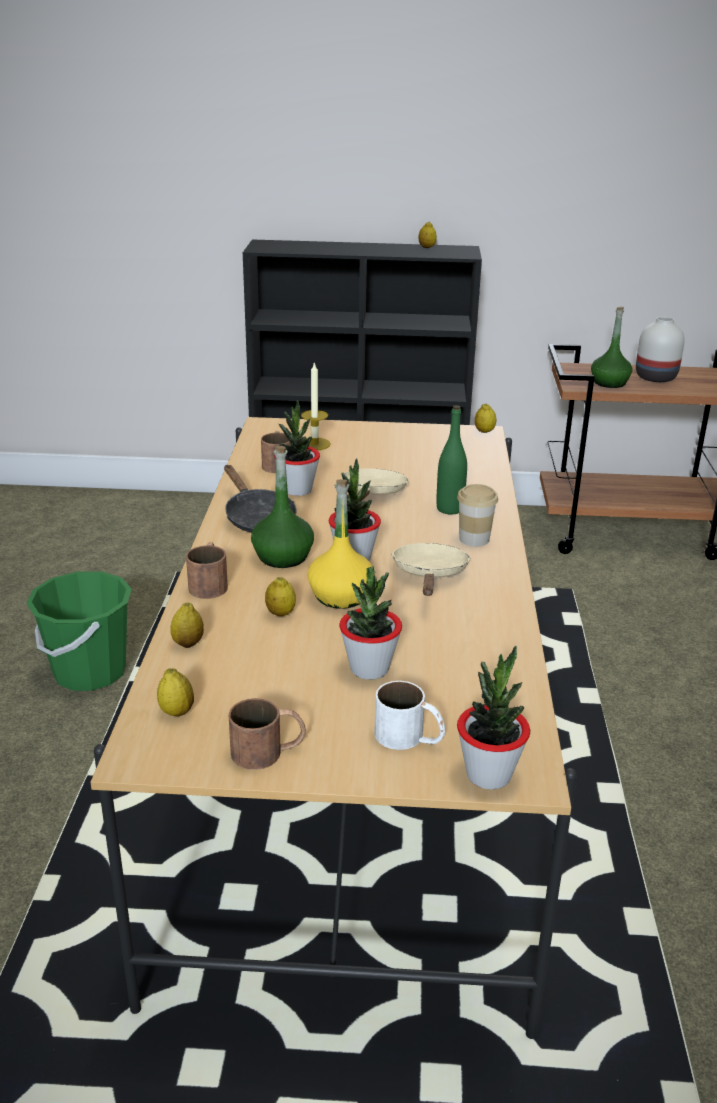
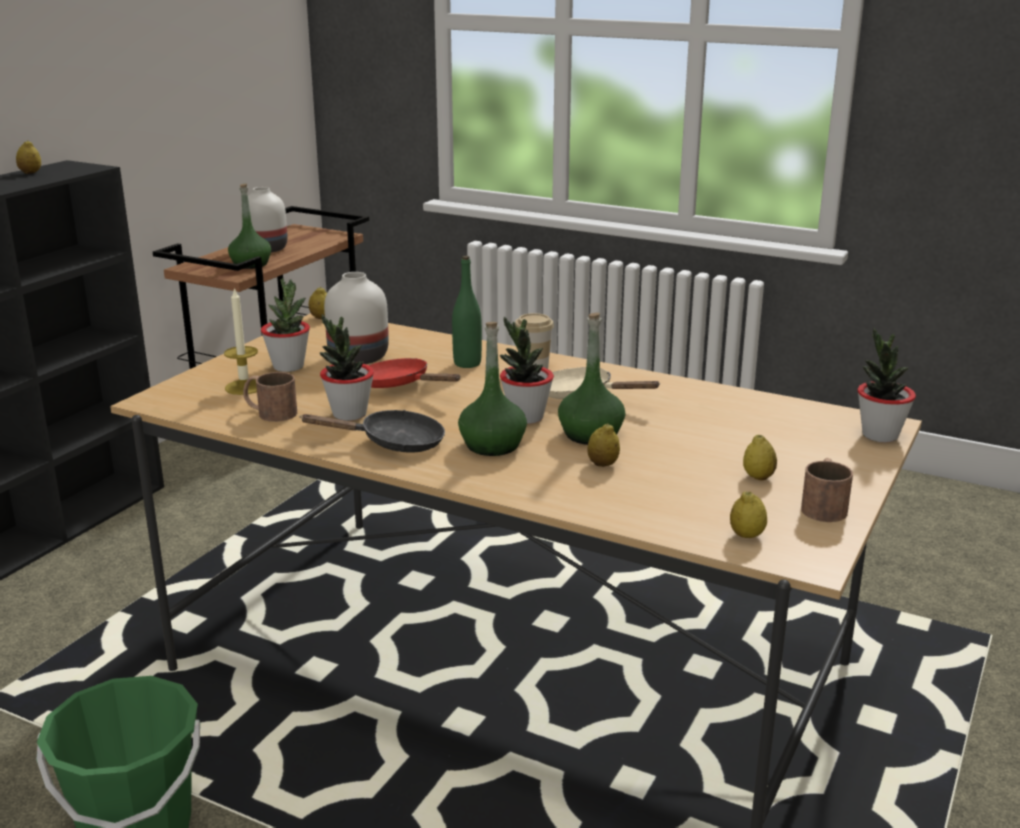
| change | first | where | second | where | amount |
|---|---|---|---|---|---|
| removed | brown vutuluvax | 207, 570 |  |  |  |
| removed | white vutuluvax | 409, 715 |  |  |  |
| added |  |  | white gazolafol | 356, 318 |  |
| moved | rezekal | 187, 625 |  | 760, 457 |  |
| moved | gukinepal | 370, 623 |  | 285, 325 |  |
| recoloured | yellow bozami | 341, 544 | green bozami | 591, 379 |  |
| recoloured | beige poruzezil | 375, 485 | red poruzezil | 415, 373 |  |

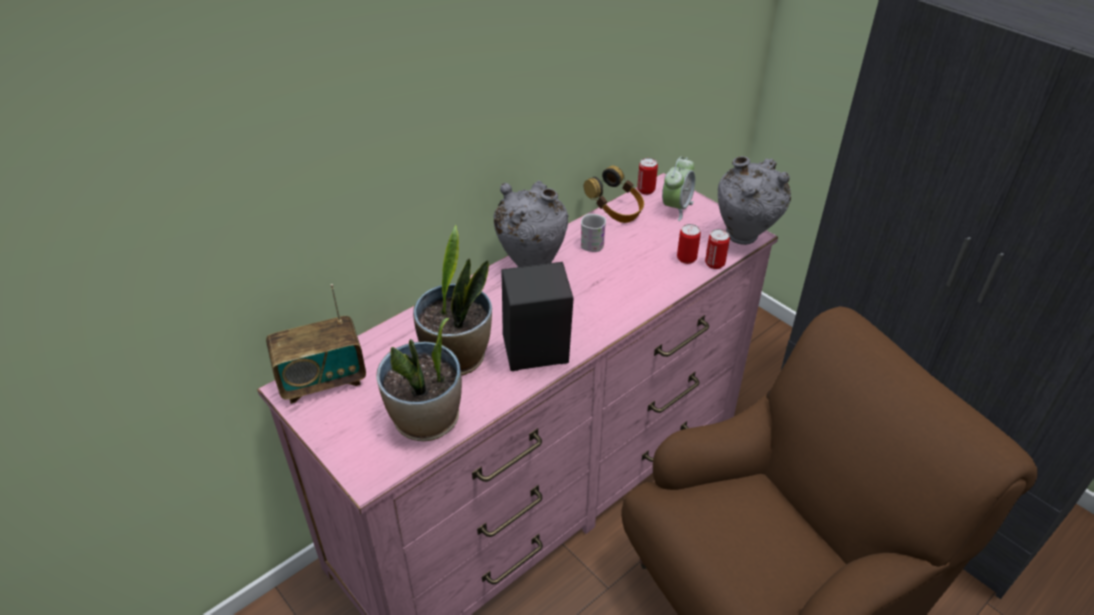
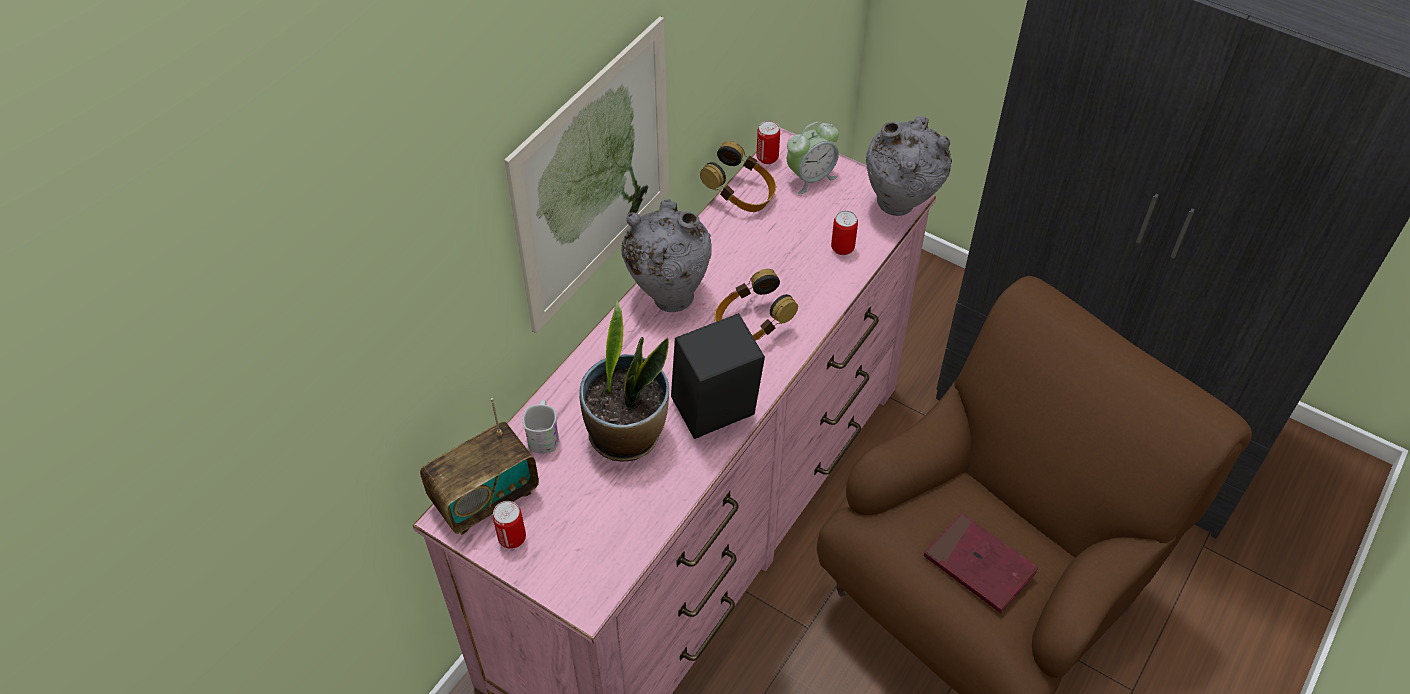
| change | first | where | second | where | amount |
|---|---|---|---|---|---|
| removed | gukinepal | 419, 379 |  |  |  |
| added |  |  | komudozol | 586, 174 |  |
| added |  |  | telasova | 756, 305 |  |
| added |  |  | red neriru | 981, 563 |  |
| moved | white vutuluvax | 593, 233 |  | 541, 426 |  |
| moved | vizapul | 717, 249 |  | 509, 525 |  |
| turned | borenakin | 678, 189 |  | 813, 158 | 45 degrees clockwise |

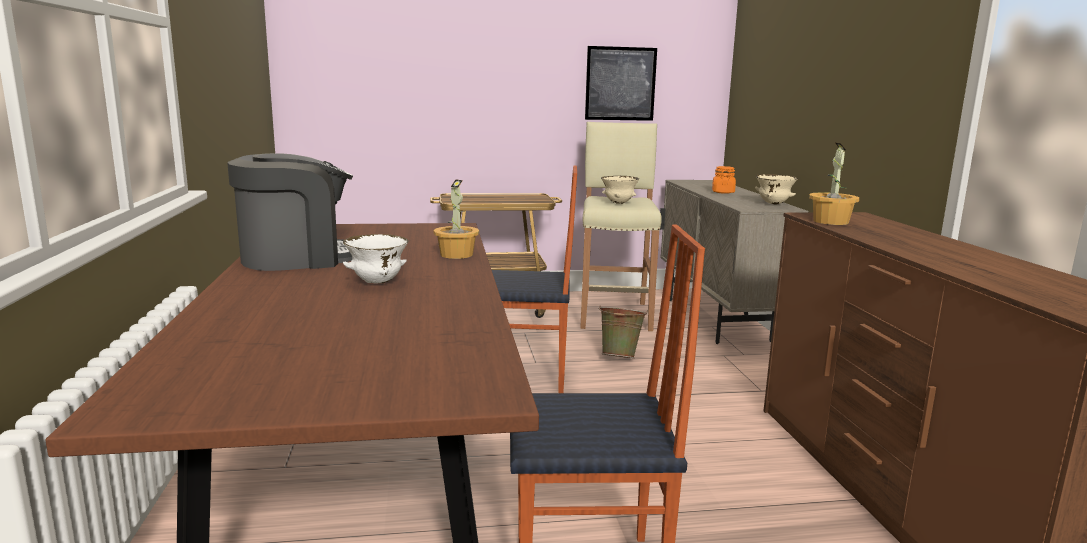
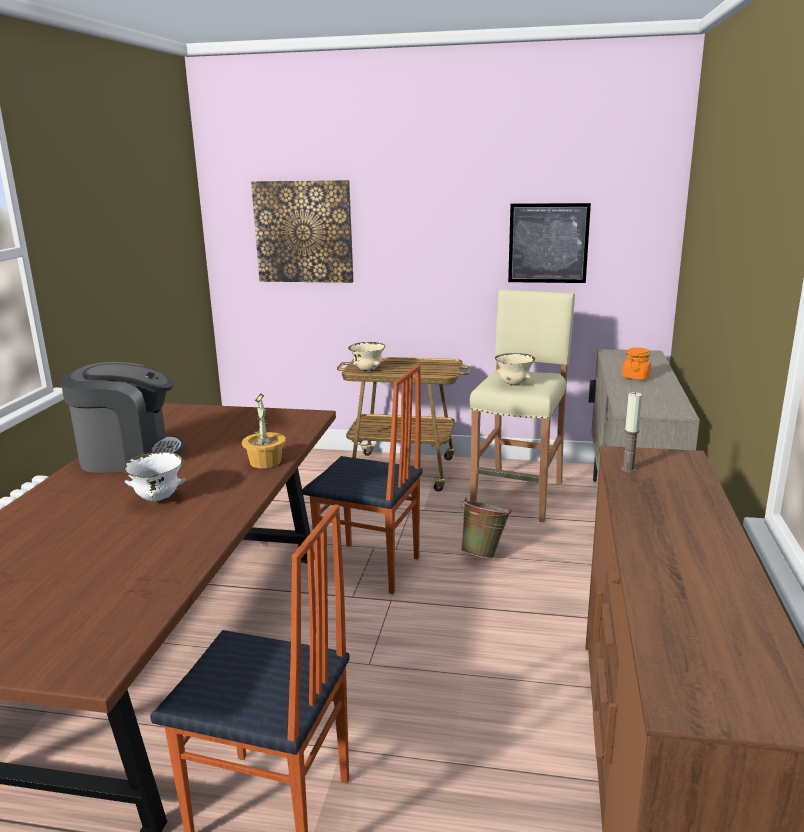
| change | first | where | second | where | amount |
|---|---|---|---|---|---|
| added |  |  | komudozol | 302, 231 |  |
| moved | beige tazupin | 776, 189 |  | 366, 356 |  |
| replaced | gukinepal | 834, 184 | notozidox | 631, 432 |  |

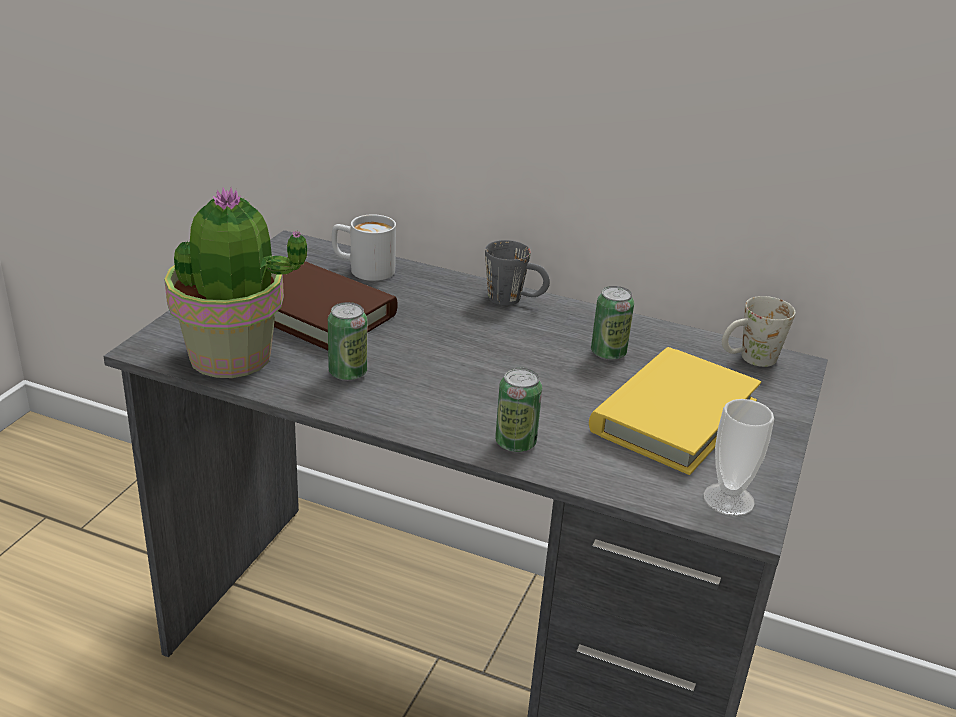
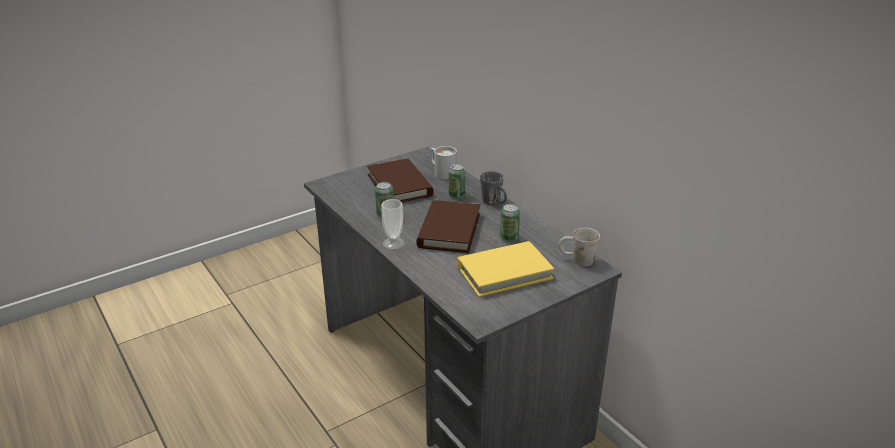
| change | first | where | second | where | amount |
|---|---|---|---|---|---|
| removed | gukinepal | 235, 282 |  |  |  |
| added |  |  | brown neriru | 448, 226 |  |
| moved | vizapul | 518, 410 |  | 457, 181 |  |
| moved | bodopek | 738, 457 |  | 393, 224 |  |

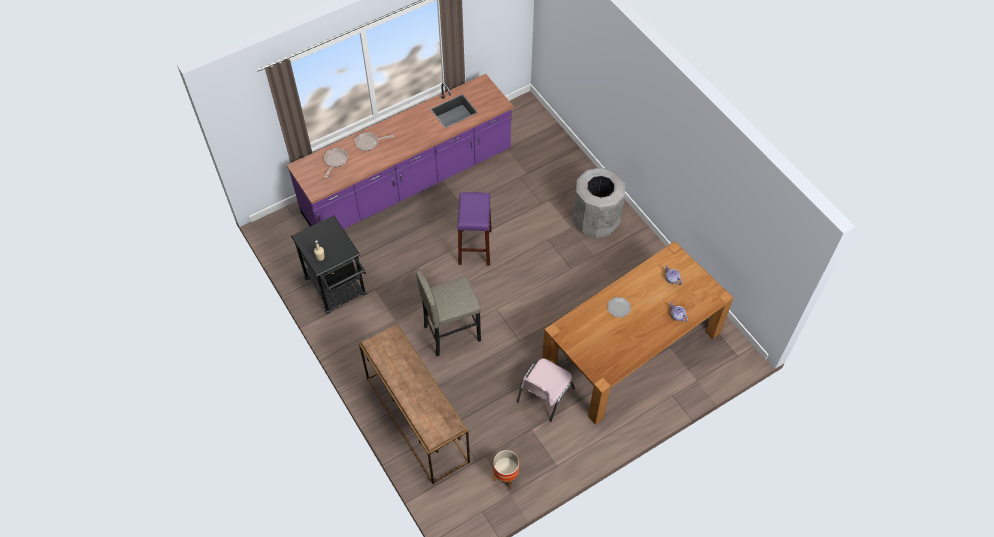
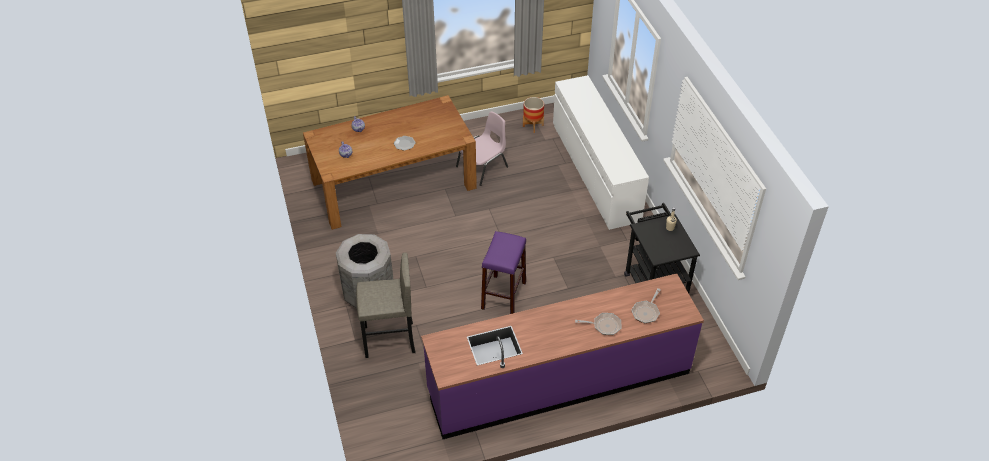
| change | first | where | second | where | amount |
|---|---|---|---|---|---|
| moved | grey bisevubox | 448, 313 |  | 386, 305 |  |
| replaced | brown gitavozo | 414, 404 | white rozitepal | 601, 152 |  |

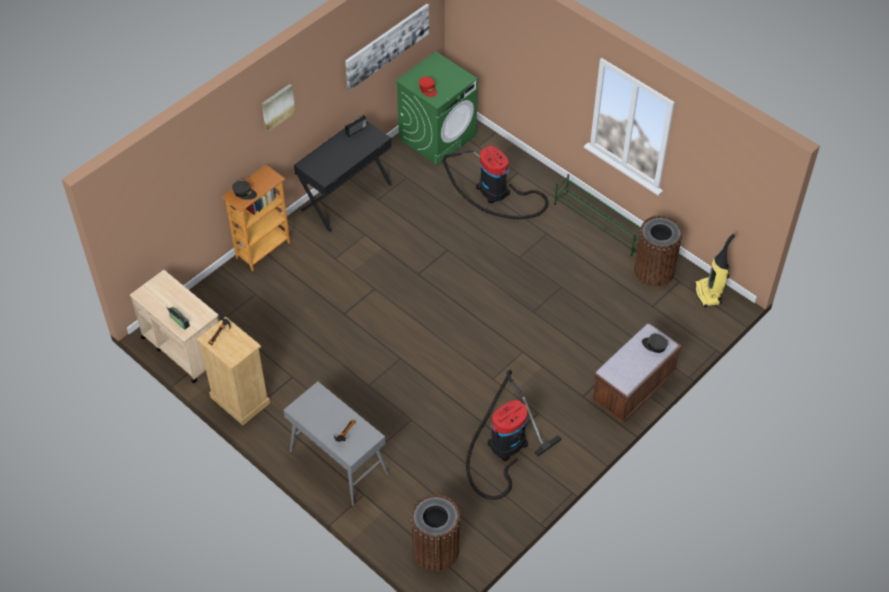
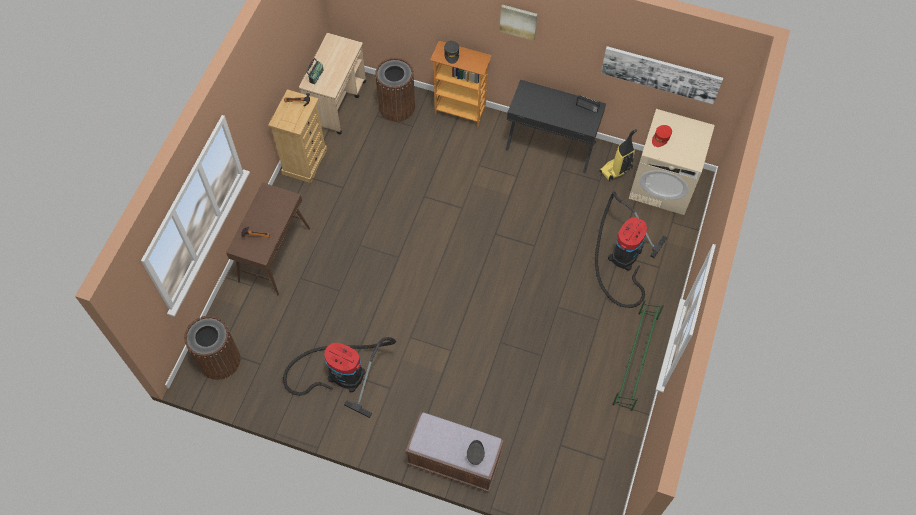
| change | first | where | second | where | amount |
|---|---|---|---|---|---|
| moved | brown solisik | 658, 251 |  | 395, 90 |  |
| moved | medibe | 715, 271 |  | 618, 155 |  |
| recoloured | grey gitavozo | 336, 443 | brown gitavozo | 268, 239 |  |
| recoloured | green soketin | 437, 108 | beige soketin | 672, 162 |  |

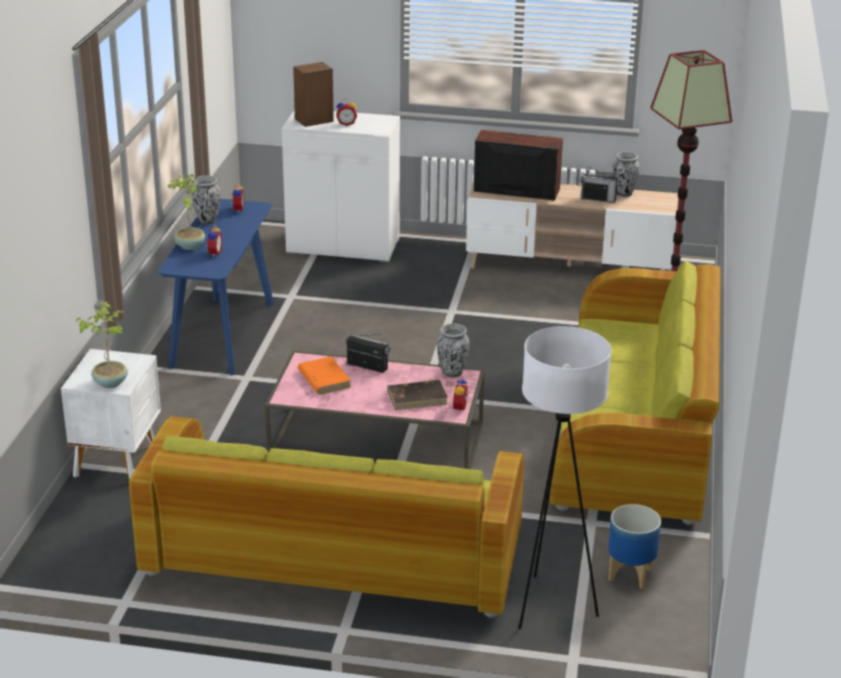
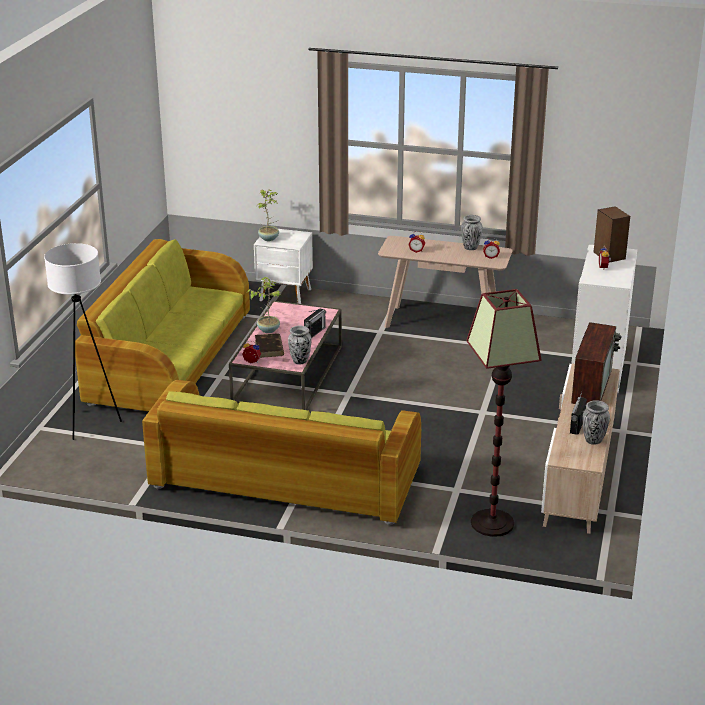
| change | first | where | second | where | amount |
|---|---|---|---|---|---|
| removed | orange neriru | 324, 376 |  |  |  |
| removed | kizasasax | 634, 546 |  |  |  |
| moved | gukinepal | 186, 212 |  | 264, 305 |  |
| recoloured | blue gitavozo | 216, 287 | beige gitavozo | 445, 282 |  |

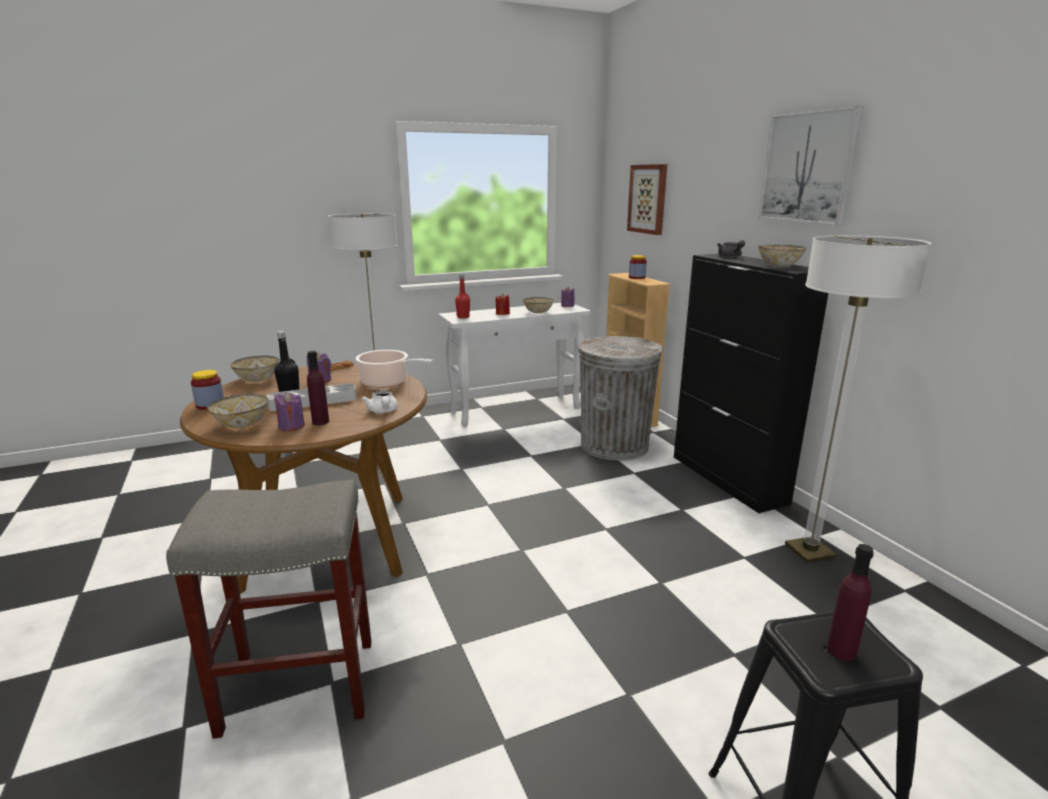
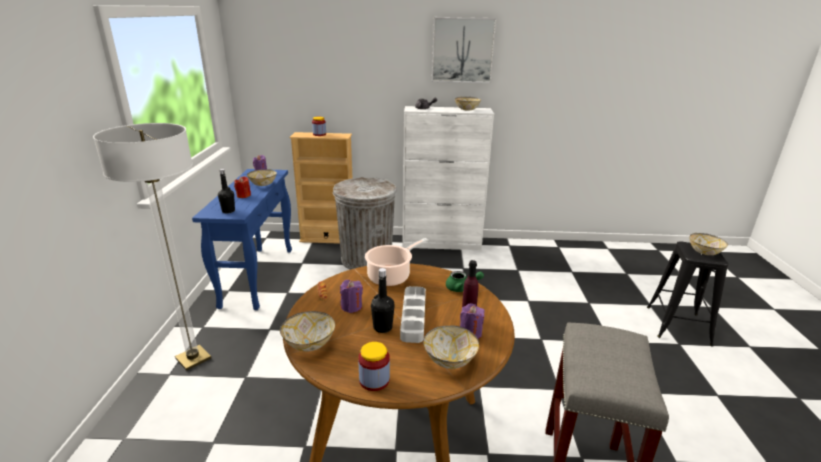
| change | first | where | second | where | amount |
|---|---|---|---|---|---|
| removed | komudozol | 647, 199 |  |  |  |
| removed | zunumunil | 858, 399 |  |  |  |
| replaced | purple bozami | 850, 602 | tazupin | 709, 244 |  |
| recoloured | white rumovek | 379, 401 | green rumovek | 465, 281 |  |
| recoloured | white gitavozo | 514, 364 | blue gitavozo | 242, 239 |  |
| recoloured | red bozami | 462, 296 | black bozami | 226, 191 |  |
| recoloured | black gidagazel | 751, 383 | white gidagazel | 448, 178 |  |

